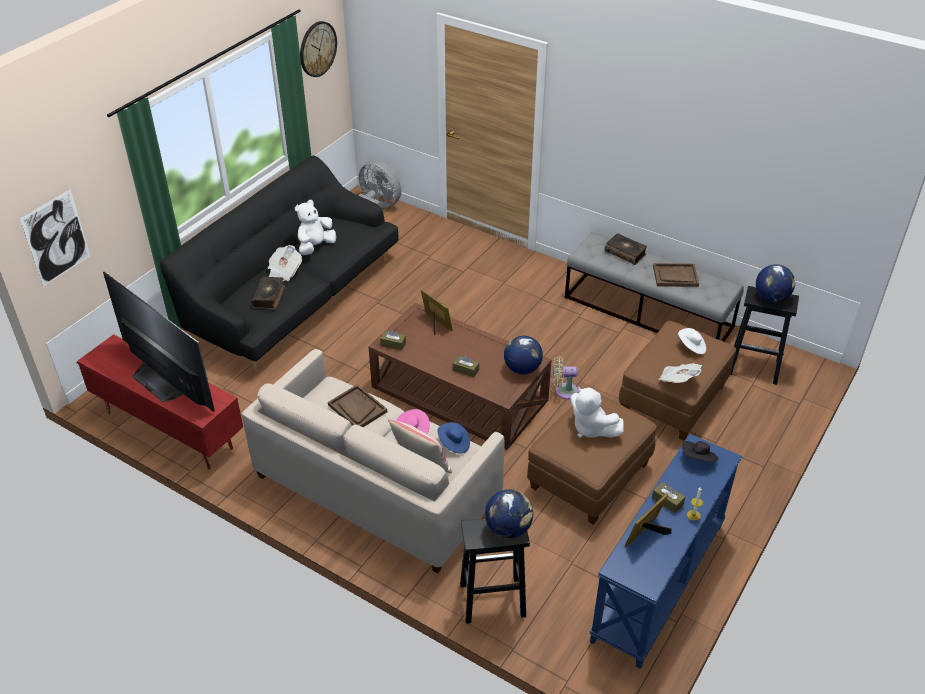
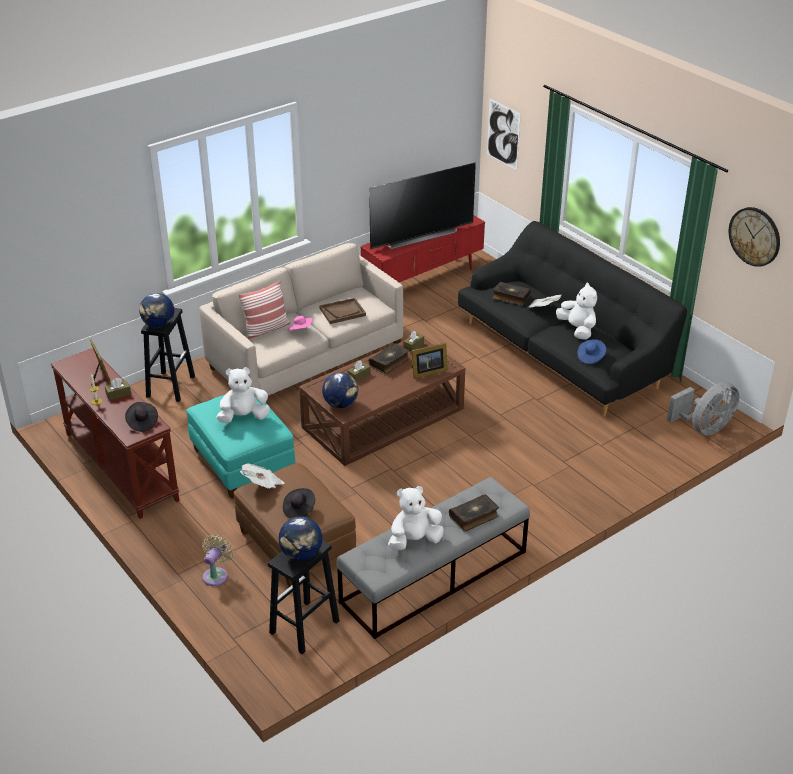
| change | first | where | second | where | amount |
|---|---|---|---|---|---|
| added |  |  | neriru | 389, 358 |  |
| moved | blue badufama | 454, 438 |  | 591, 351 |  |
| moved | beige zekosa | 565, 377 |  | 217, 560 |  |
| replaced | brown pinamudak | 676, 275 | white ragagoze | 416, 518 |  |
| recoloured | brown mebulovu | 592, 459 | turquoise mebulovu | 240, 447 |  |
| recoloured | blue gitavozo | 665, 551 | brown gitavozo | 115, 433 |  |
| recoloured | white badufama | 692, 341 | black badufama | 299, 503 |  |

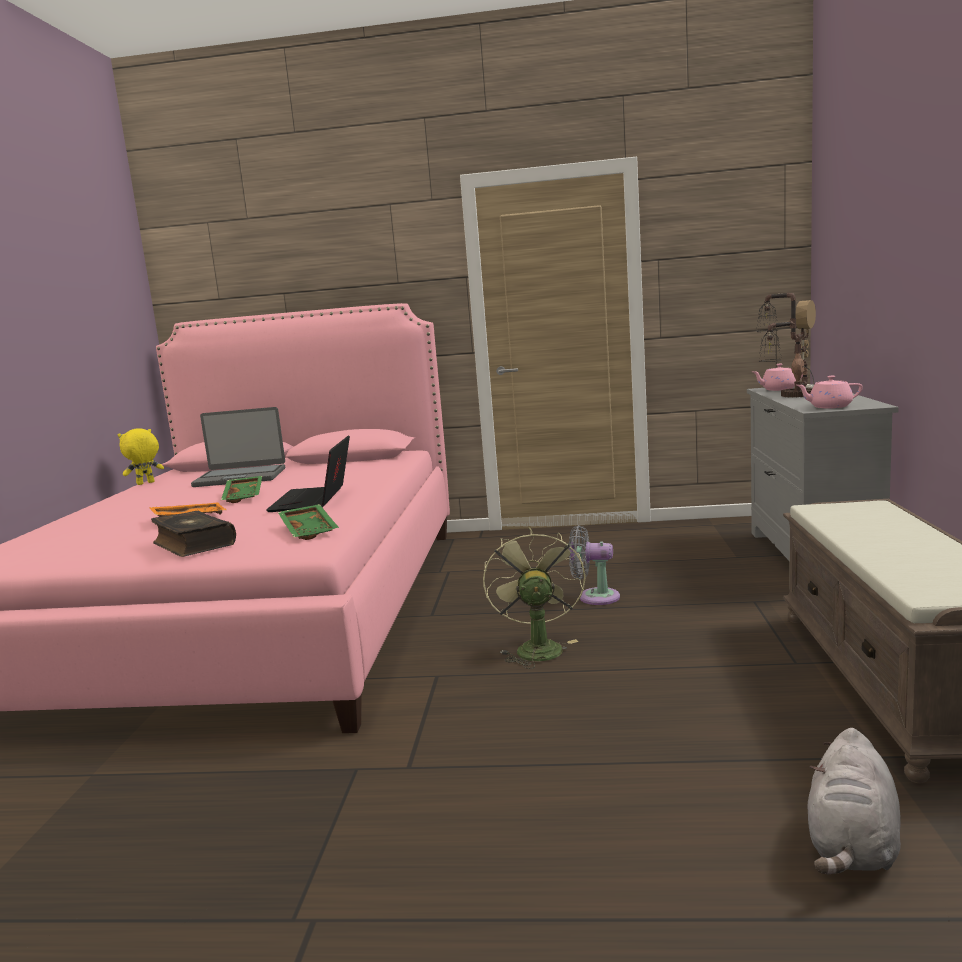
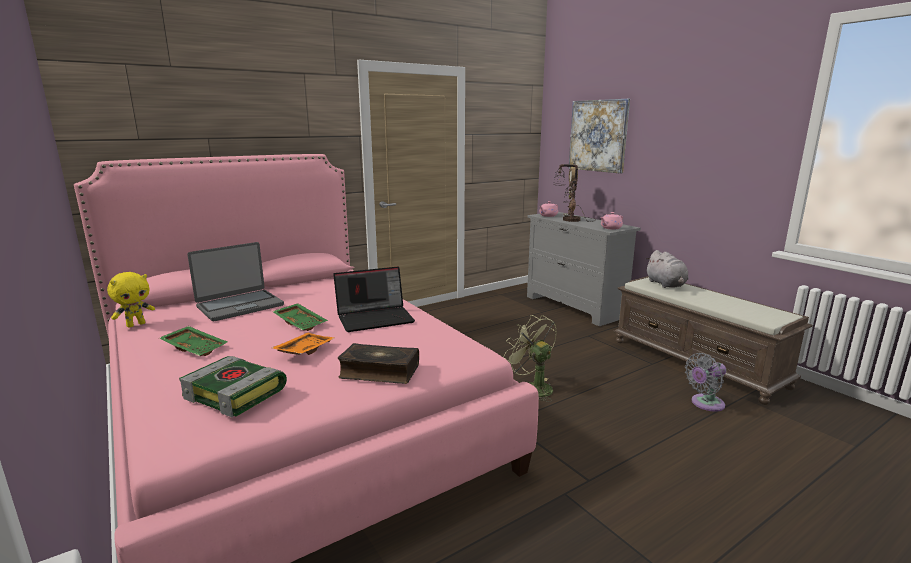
| change | first | where | second | where | amount |
|---|---|---|---|---|---|
| added |  |  | neriru | 233, 386 |  |
| added |  |  | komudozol | 599, 136 |  |
| moved | green pinamudak | 308, 522 |  | 193, 341 |  |
| moved | grey zekosa | 594, 565 |  | 705, 382 |  |
| moved | grey ragagoze | 854, 801 |  | 667, 269 |  |
| turned | yellow ragagoze | 141, 456 |  | 131, 299 | 150 degrees counterclockwise |
| turned | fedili | 308, 474 |  | 374, 299 | 75 degrees counterclockwise |

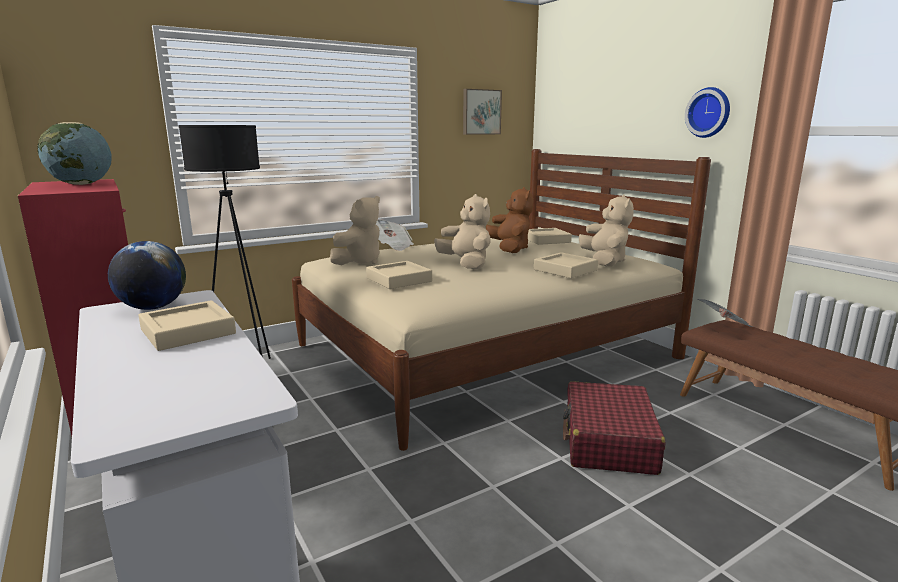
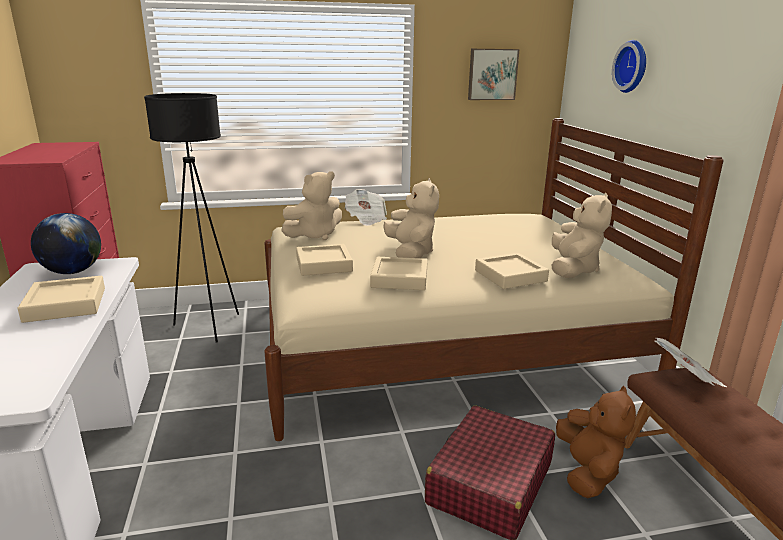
| change | first | where | second | where | amount |
|---|---|---|---|---|---|
| removed | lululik | 74, 153 |  |  |  |
| moved | brown ragagoze | 509, 220 |  | 596, 442 |  |
| moved | beige pinamudak | 550, 236 |  | 399, 273 |  |
| moved | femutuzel | 707, 112 |  | 629, 66 |  |

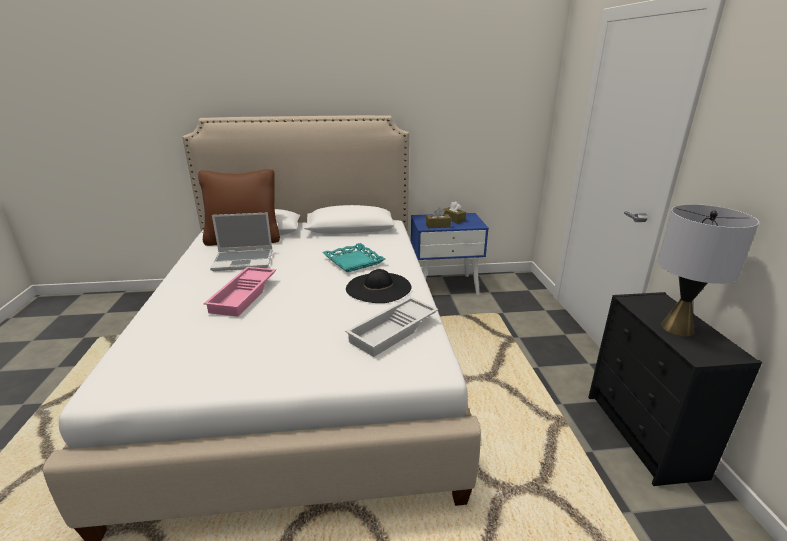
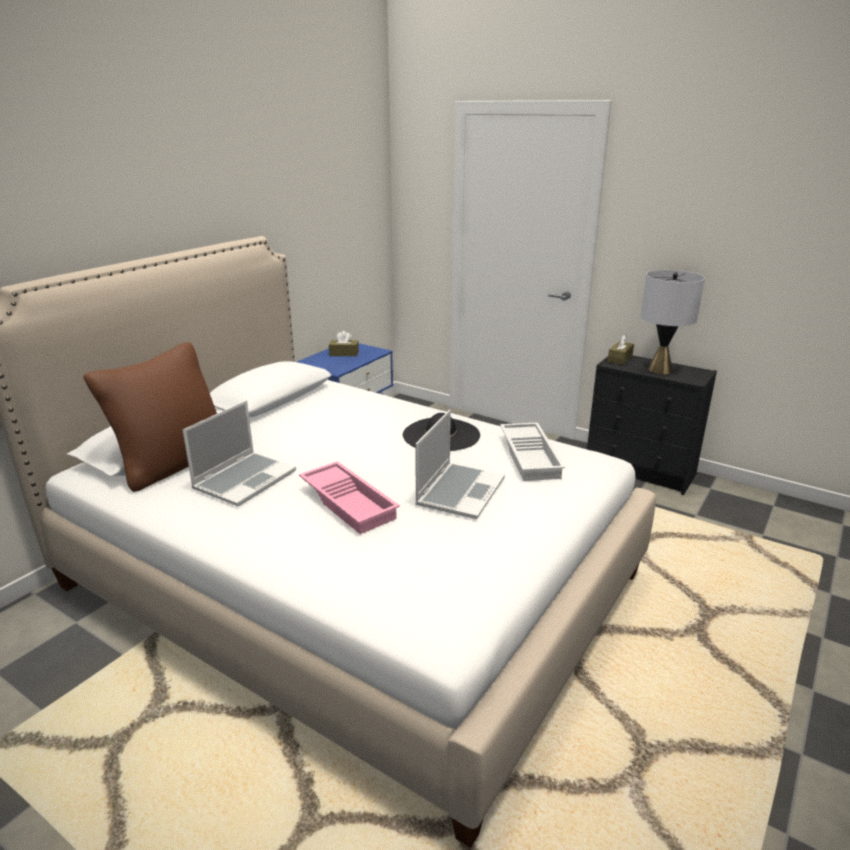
| change | first | where | second | where | amount |
|---|---|---|---|---|---|
| removed | turquoise pinamudak | 353, 257 |  |  |  |
| added |  |  | fedili | 460, 464 |  |
| moved | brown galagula | 438, 218 |  | 621, 350 |  |

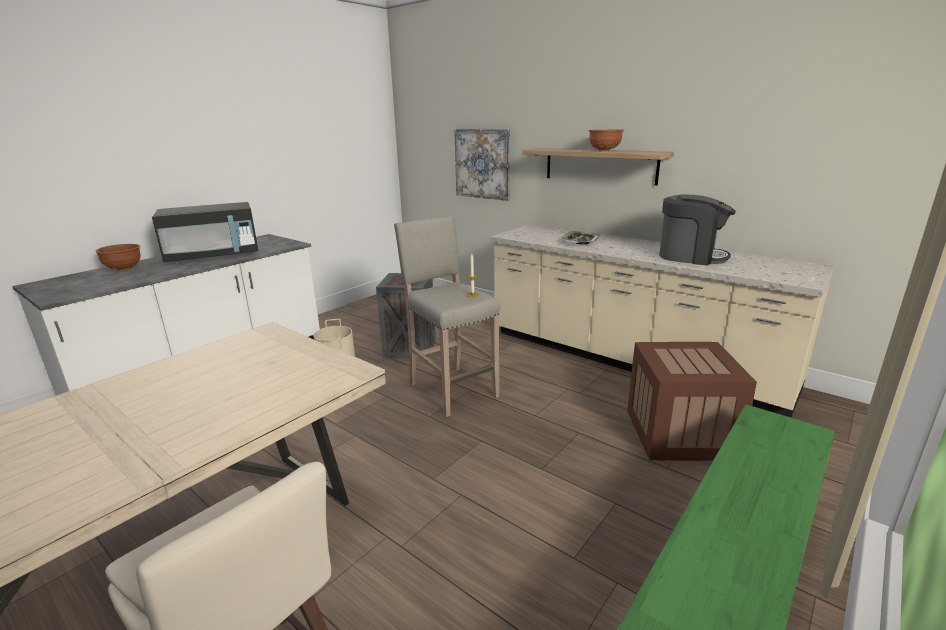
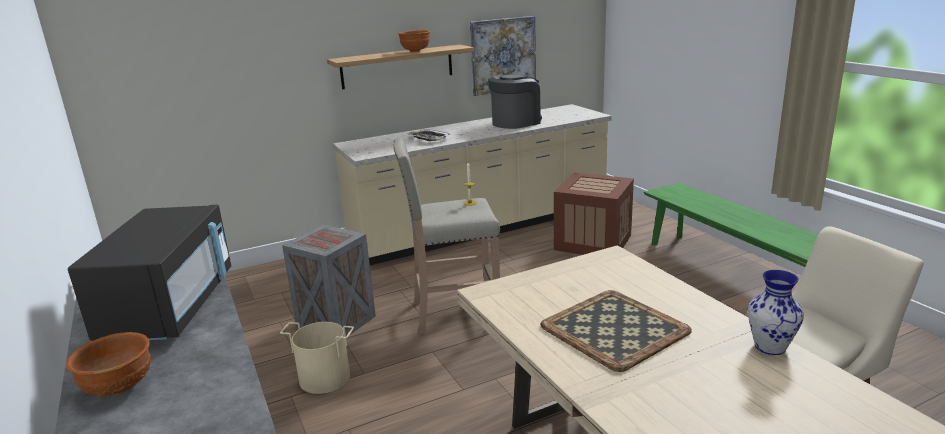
| change | first | where | second | where | amount |
|---|---|---|---|---|---|
| added |  |  | pinamudak | 616, 331 |  |
| added |  |  | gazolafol | 776, 312 |  |
| moved | komudozol | 482, 165 |  | 503, 56 |  |

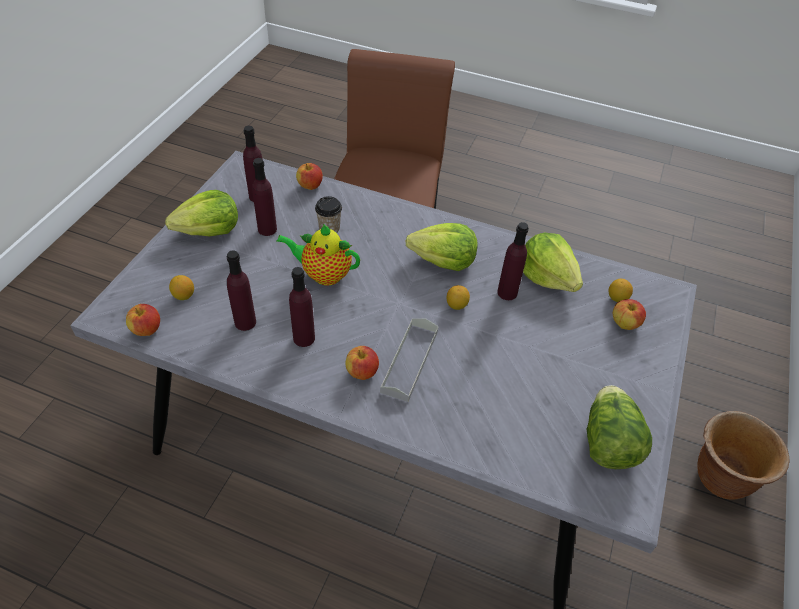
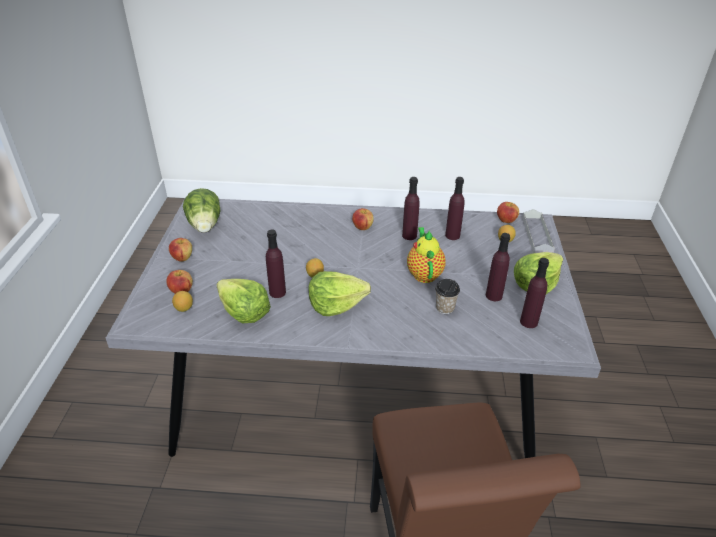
| change | first | where | second | where | amount |
|---|---|---|---|---|---|
| removed | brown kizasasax | 743, 455 |  |  |  |
| moved | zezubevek | 309, 176 |  | 180, 249 |  |
| moved | grey pinamudak | 409, 360 |  | 538, 231 |  |
| turned | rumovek | 318, 255 |  | 426, 255 | 90 degrees counterclockwise |

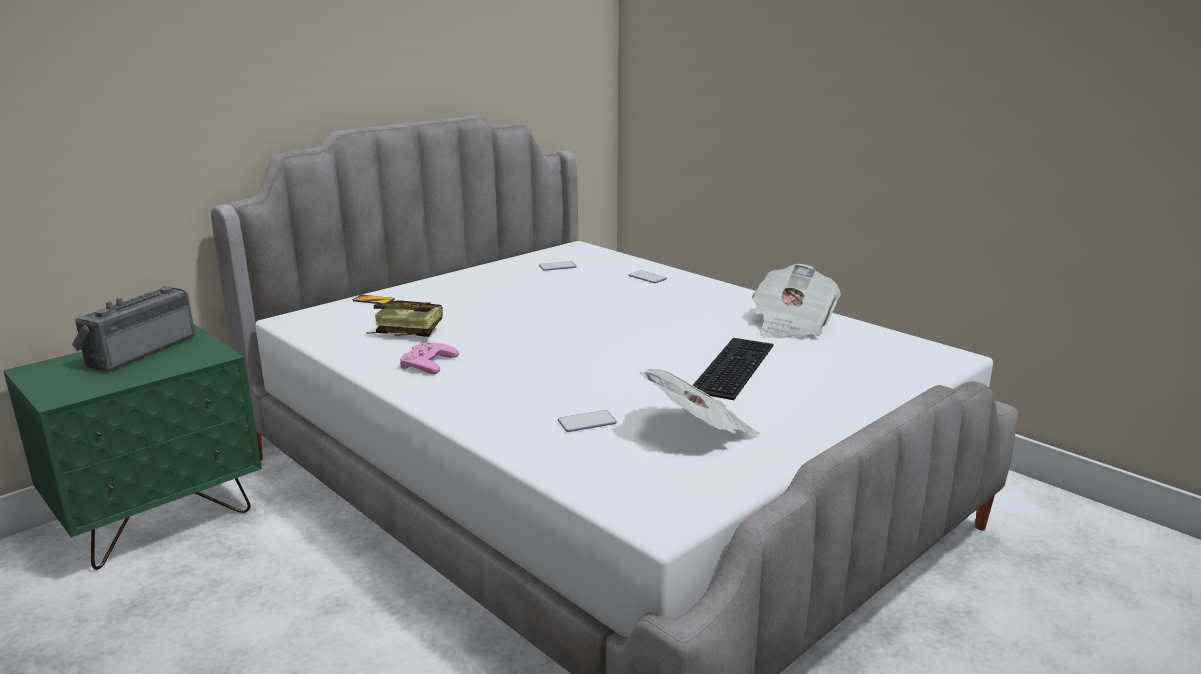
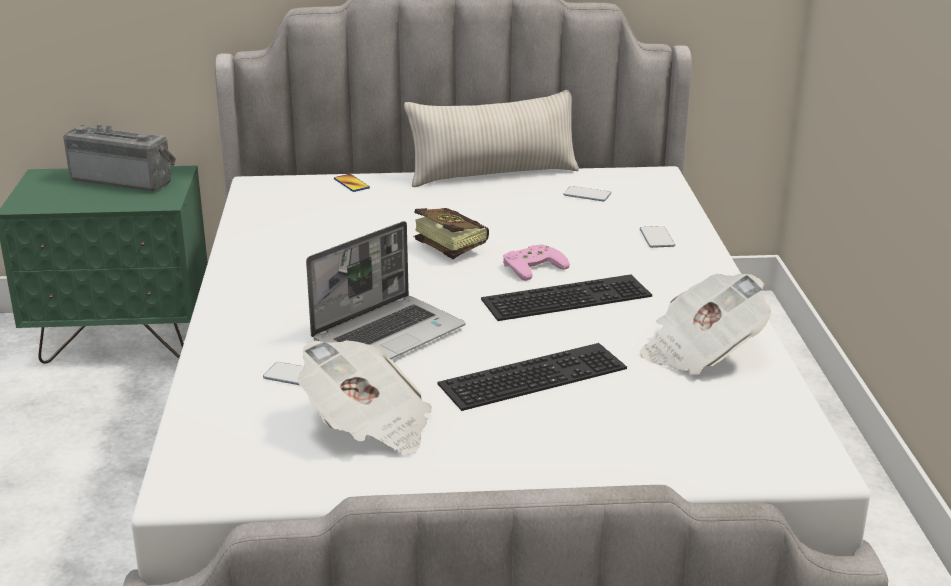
| change | first | where | second | where | amount |
|---|---|---|---|---|---|
| added |  |  | fedili | 386, 290 |  |
| added |  |  | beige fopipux | 491, 138 |  |
| added |  |  | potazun | 566, 297 |  |
| moved | neriru | 404, 319 |  | 451, 233 |  |
| moved | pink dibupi | 429, 358 |  | 536, 262 |  |
| turned | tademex | 133, 329 |  | 119, 158 | 45 degrees clockwise |

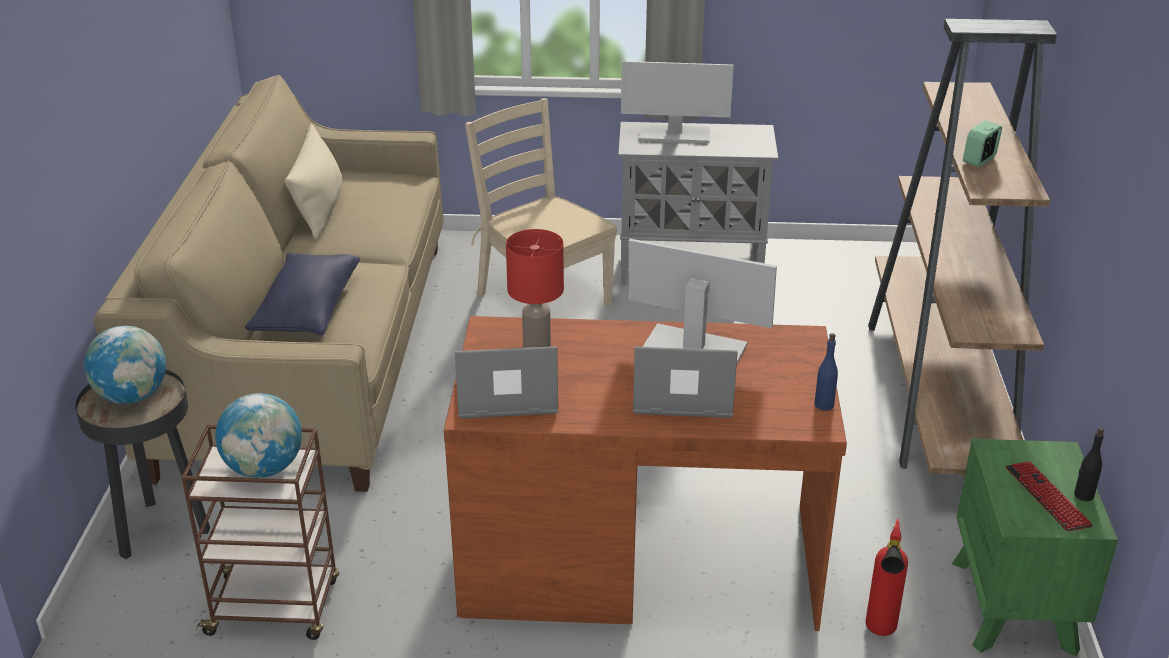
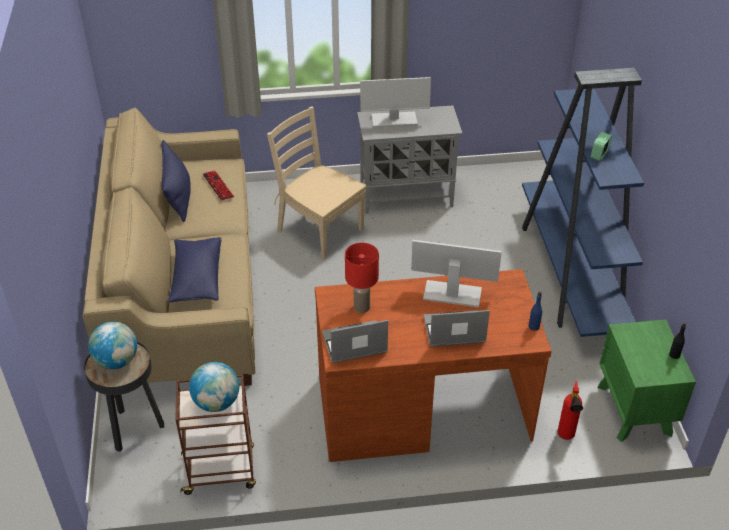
| change | first | where | second | where | amount |
|---|---|---|---|---|---|
| moved | potazun | 1049, 496 |  | 218, 185 |  |
| recoloured | beige fopipux | 313, 182 | blue fopipux | 176, 181 |  |
| recoloured | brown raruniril | 962, 247 | blue raruniril | 583, 202 |  |

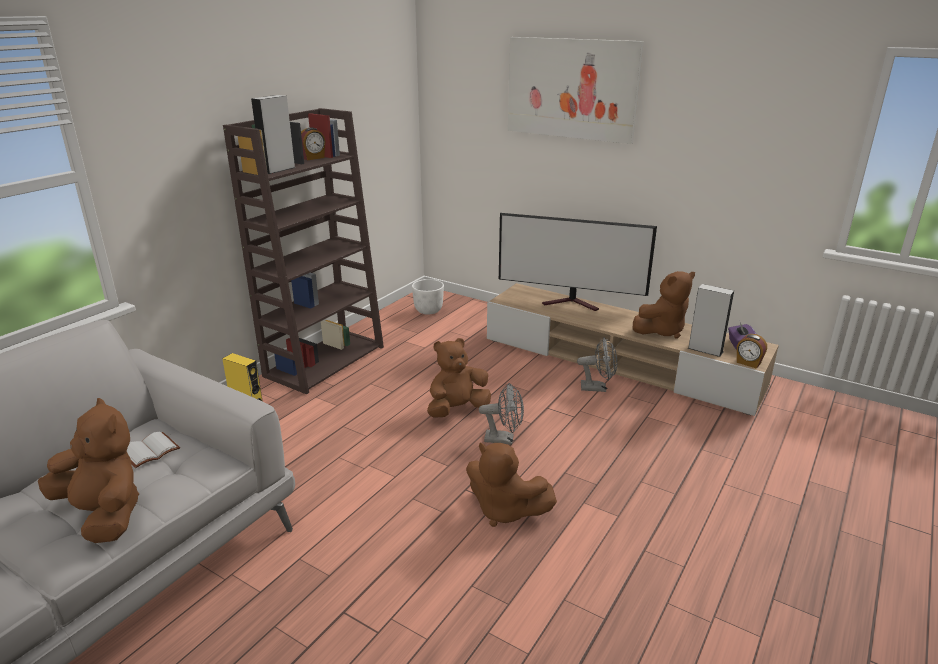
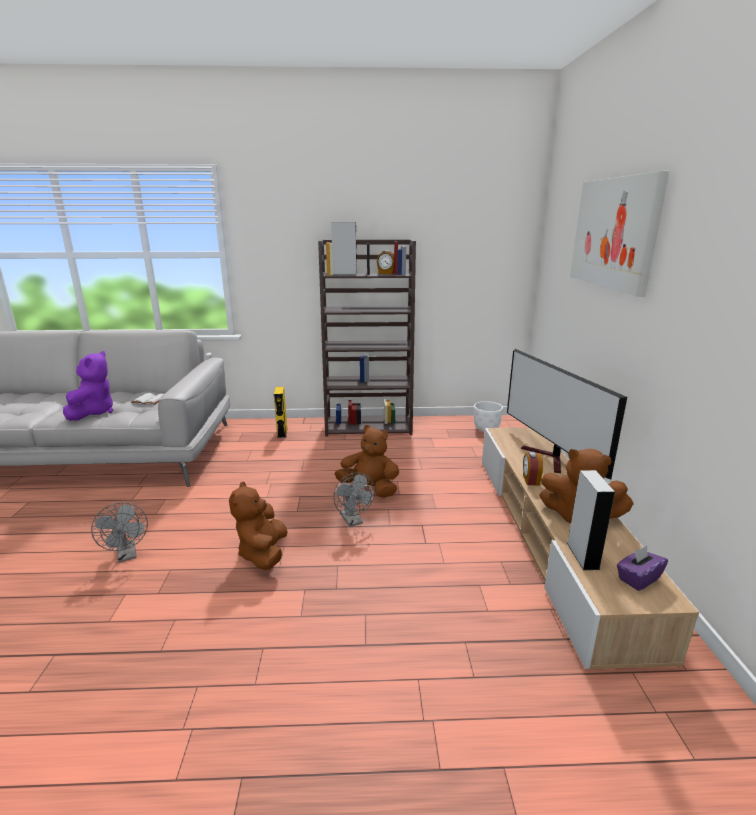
| change | first | where | second | where | amount |
|---|---|---|---|---|---|
| moved | grey zekosa | 597, 364 |  | 119, 533 |  |
| moved | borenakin | 752, 351 |  | 533, 468 |  |
| recoloured | brown ragagoze | 88, 470 | purple ragagoze | 88, 386 |  |

